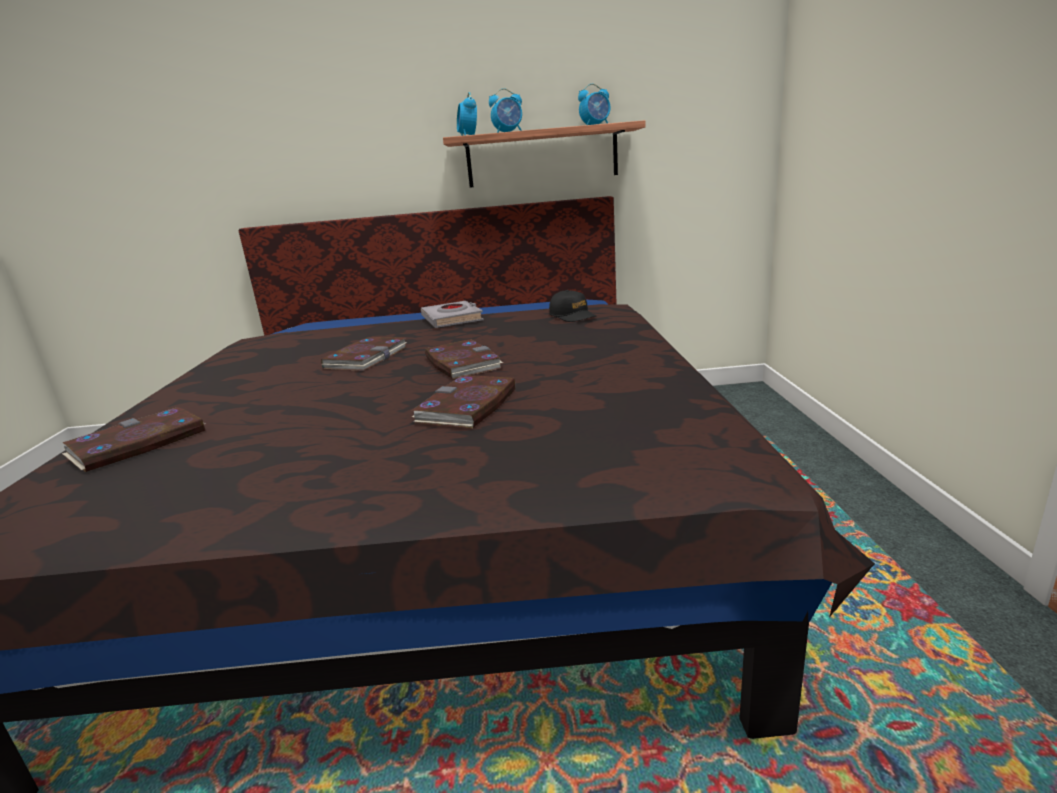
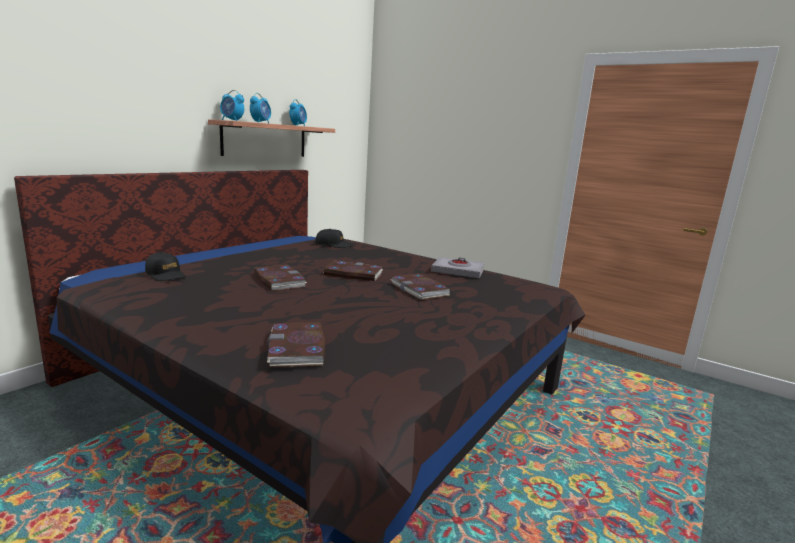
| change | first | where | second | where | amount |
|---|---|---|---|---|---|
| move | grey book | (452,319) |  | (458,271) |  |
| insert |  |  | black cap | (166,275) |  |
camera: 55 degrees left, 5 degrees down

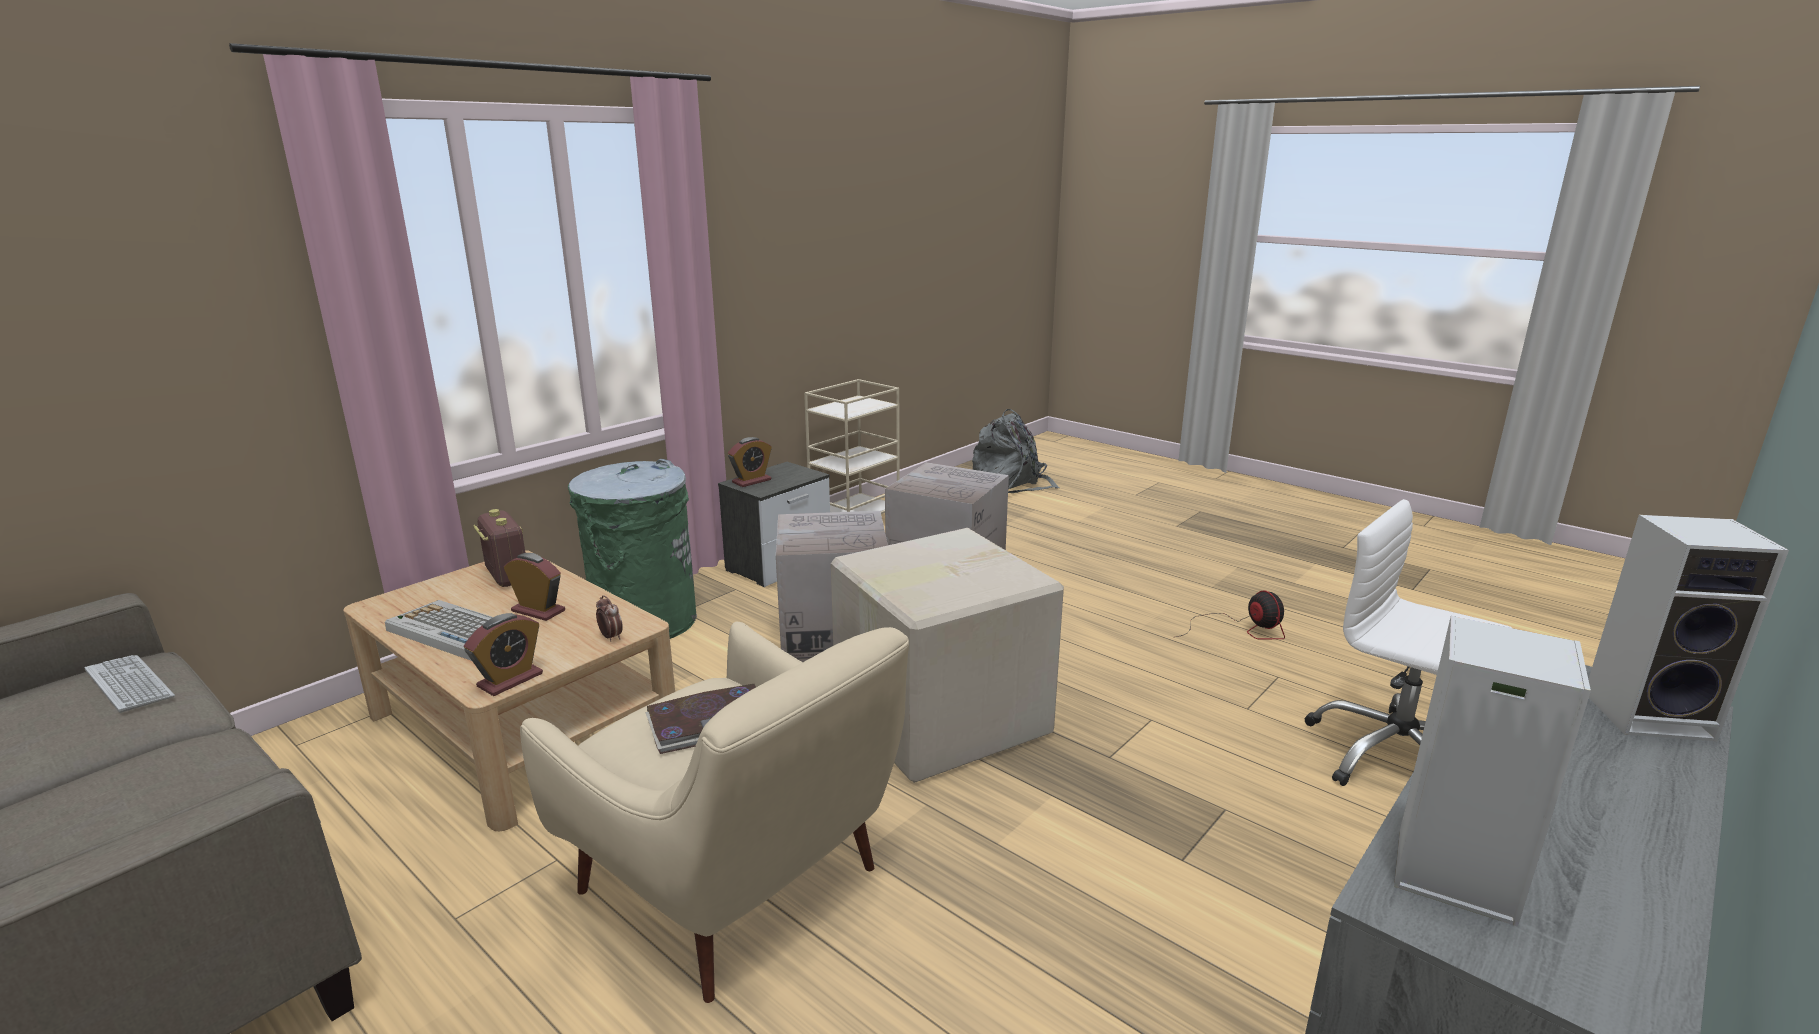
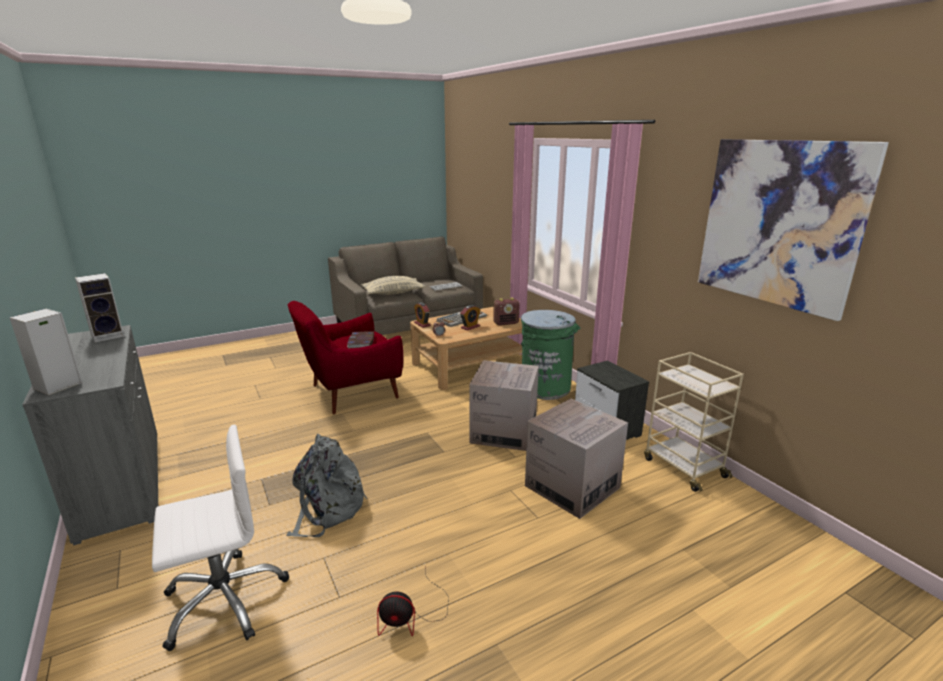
| change | first | where | second | where | amount |
|---|---|---|---|---|---|
| move | grey backpack | (1011,485) |  | (327,509) |  |
| delete | alarm clock | (751,481) |  |  |  |
| delete | cardboard box | (938,716) |  |  |  |
| recolor | beige armchair | (738,888) | red armchair | (350,393) |  |
| insert |  |  | picture | (779,223) |  |
| insert |  |  | beige pillow | (393,293) |  |
camera: 110 degrees right, 0 degrees up

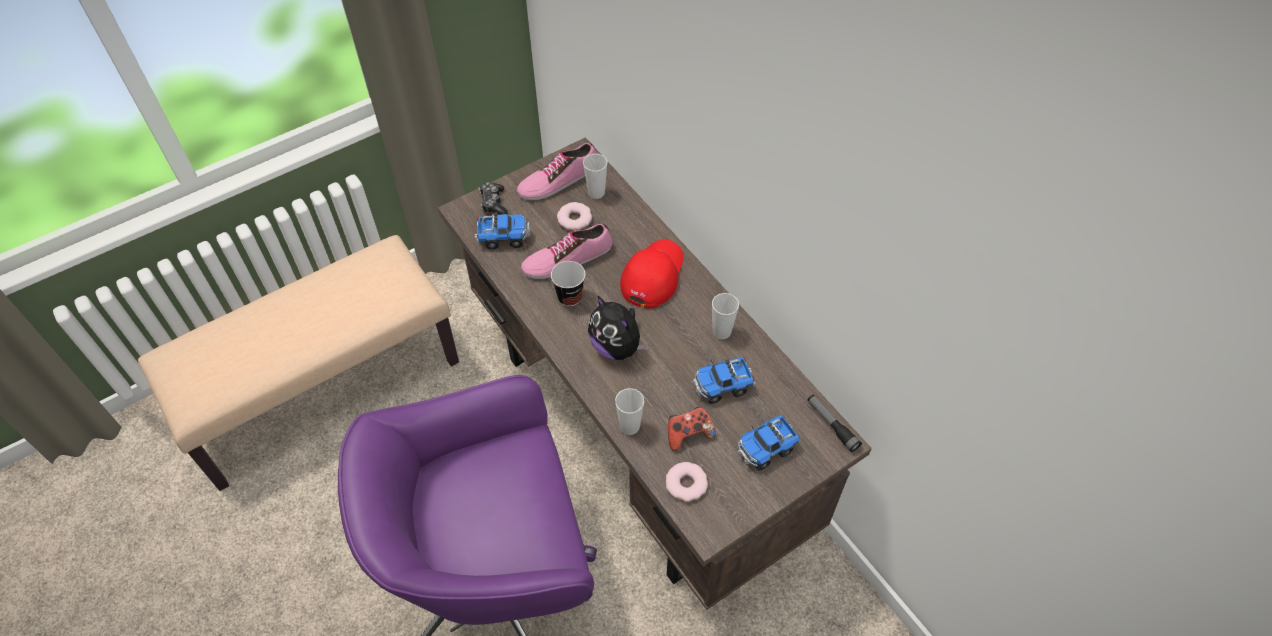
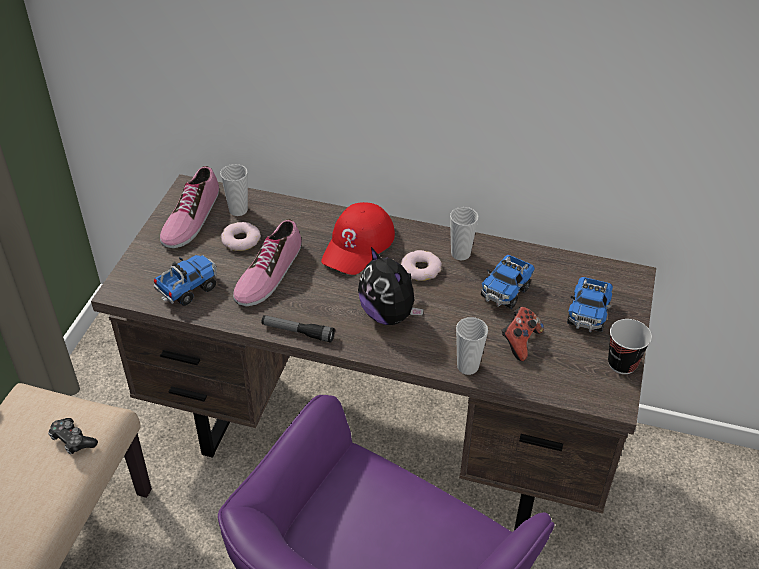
| change | first | where | second | where | amount |
|---|---|---|---|---|---|
| move | game controller | (493,203) |  | (72,440) |  |
| rotate | red cap | (652,275) |  | (358,245) | 135 degrees counterclockwise |
| move | cup | (570,297) |  | (622,363) |  |
| rotate | plush toy | (617,347) |  | (389,314) | 45 degrees clockwise |
| move | flashlight | (832,425) |  | (297,332) |  |
| move | donut | (686,484) |  | (421,269) |  |
camera: 40 degrees left, 10 degrees down

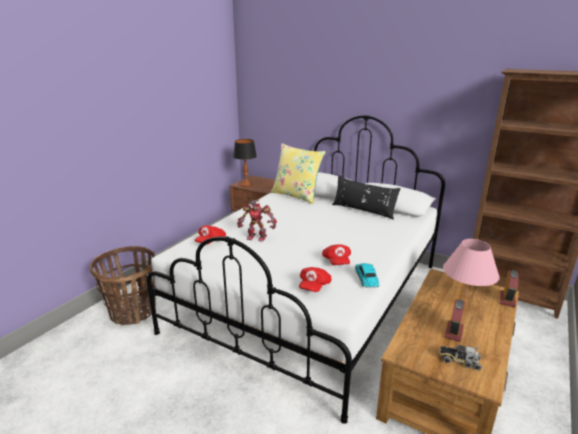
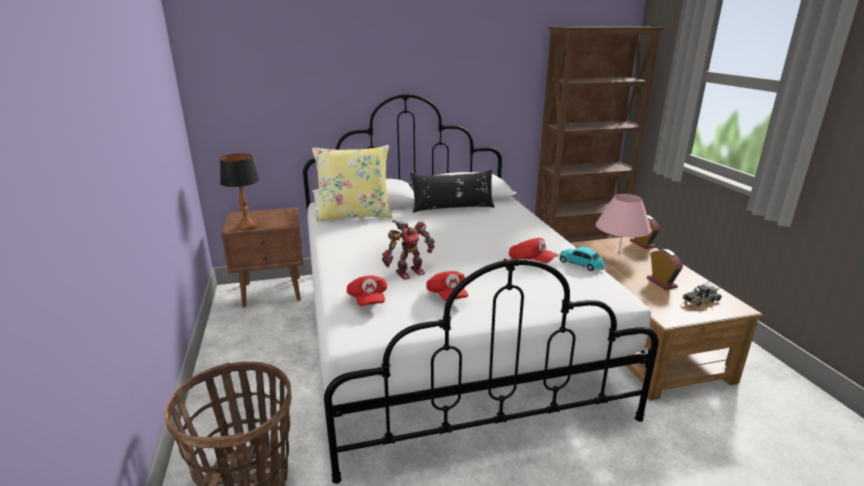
| change | first | where | second | where | amount |
|---|---|---|---|---|---|
| move | red cap | (314,286) |  | (447,296) |  |
camera: 45 degrees left, 0 degrees up

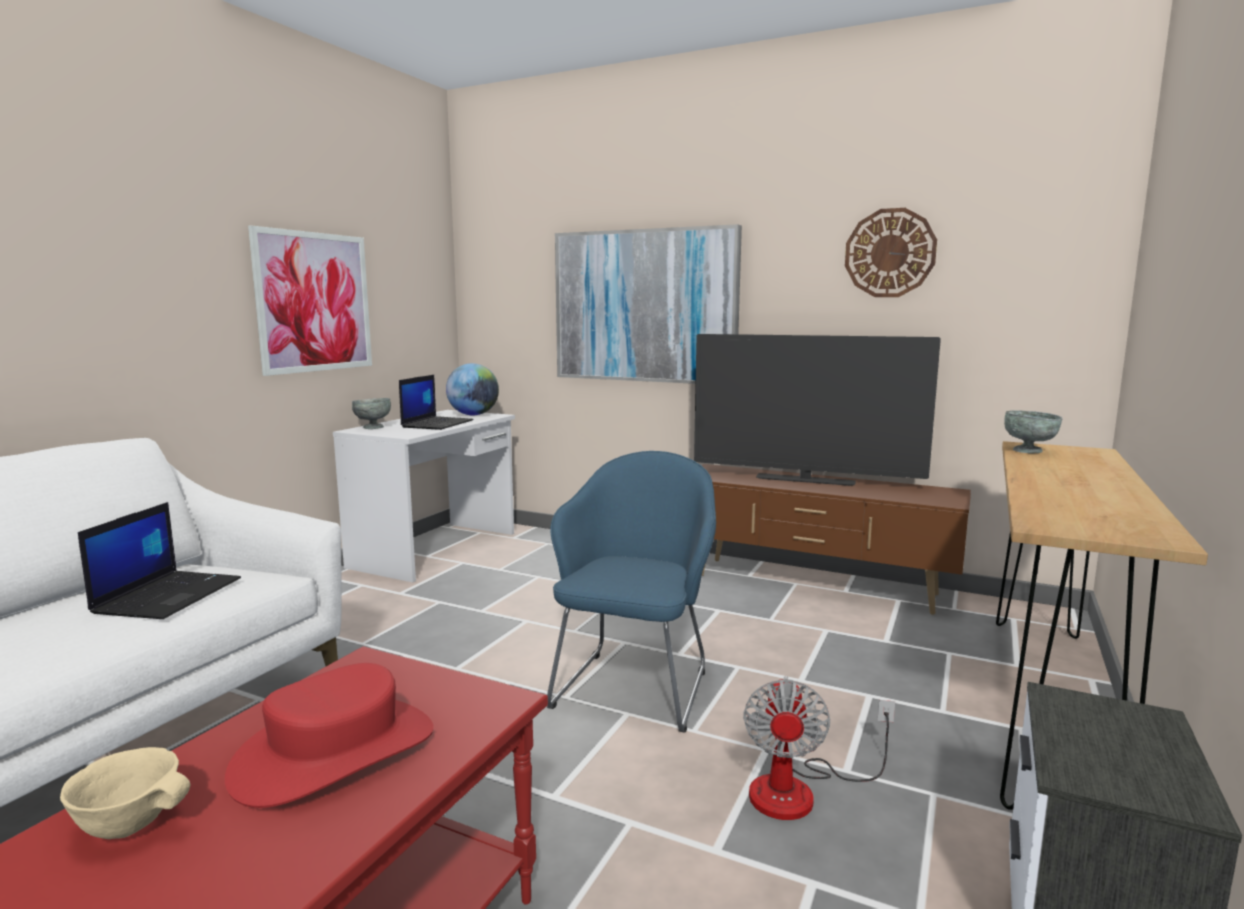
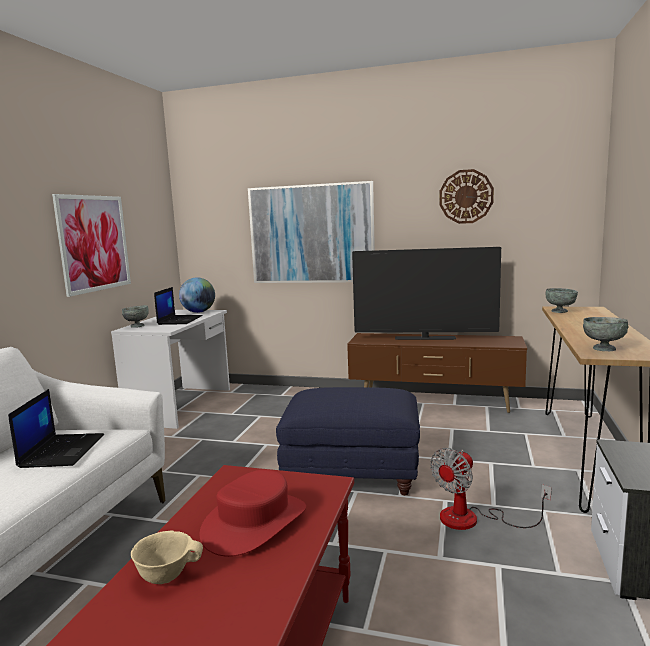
| change | first | where | second | where | amount |
|---|---|---|---|---|---|
| replace | blue armchair | (635,684) | blue ottoman | (353,474) |  |
| rotate | fan | (800,791) |  | (473,519) | 45 degrees clockwise |
| insert |  |  | grey bowl | (603,348) |  |
camera: 10 degrees left, 0 degrees up

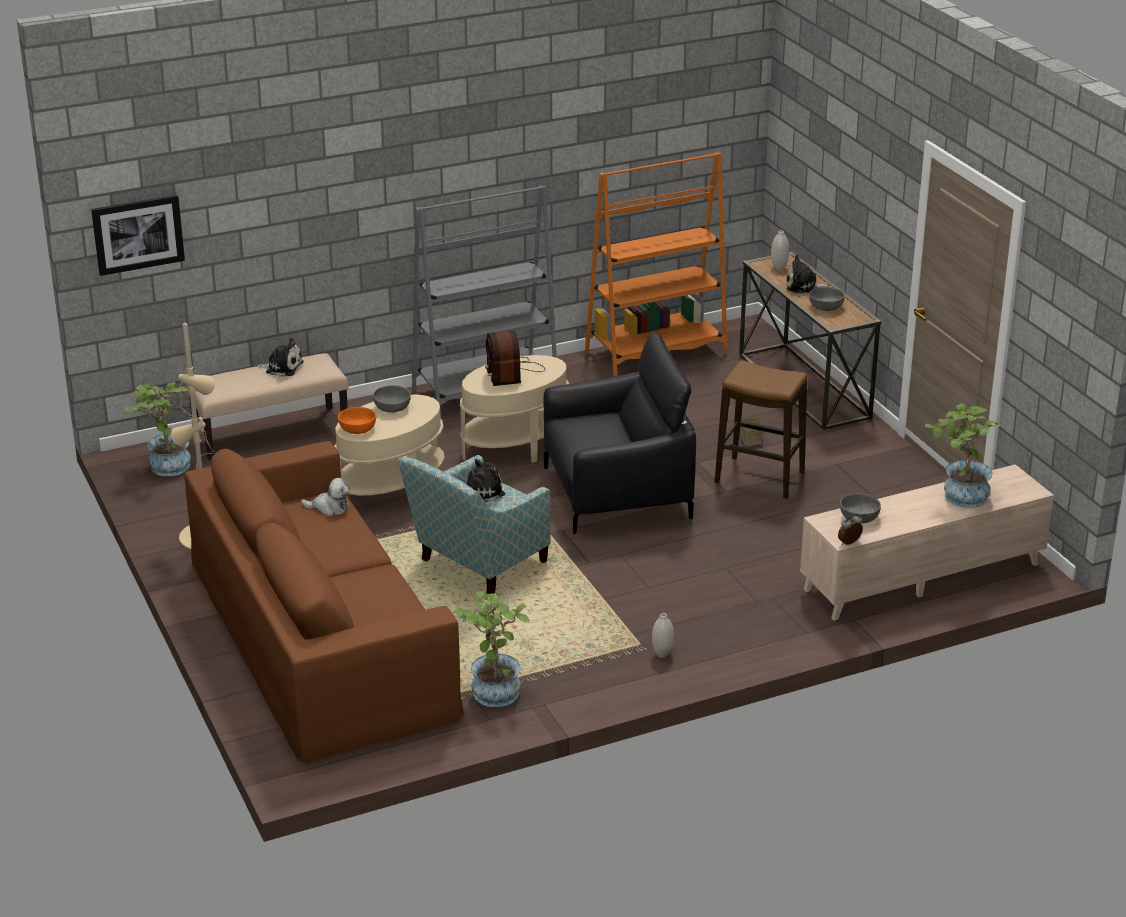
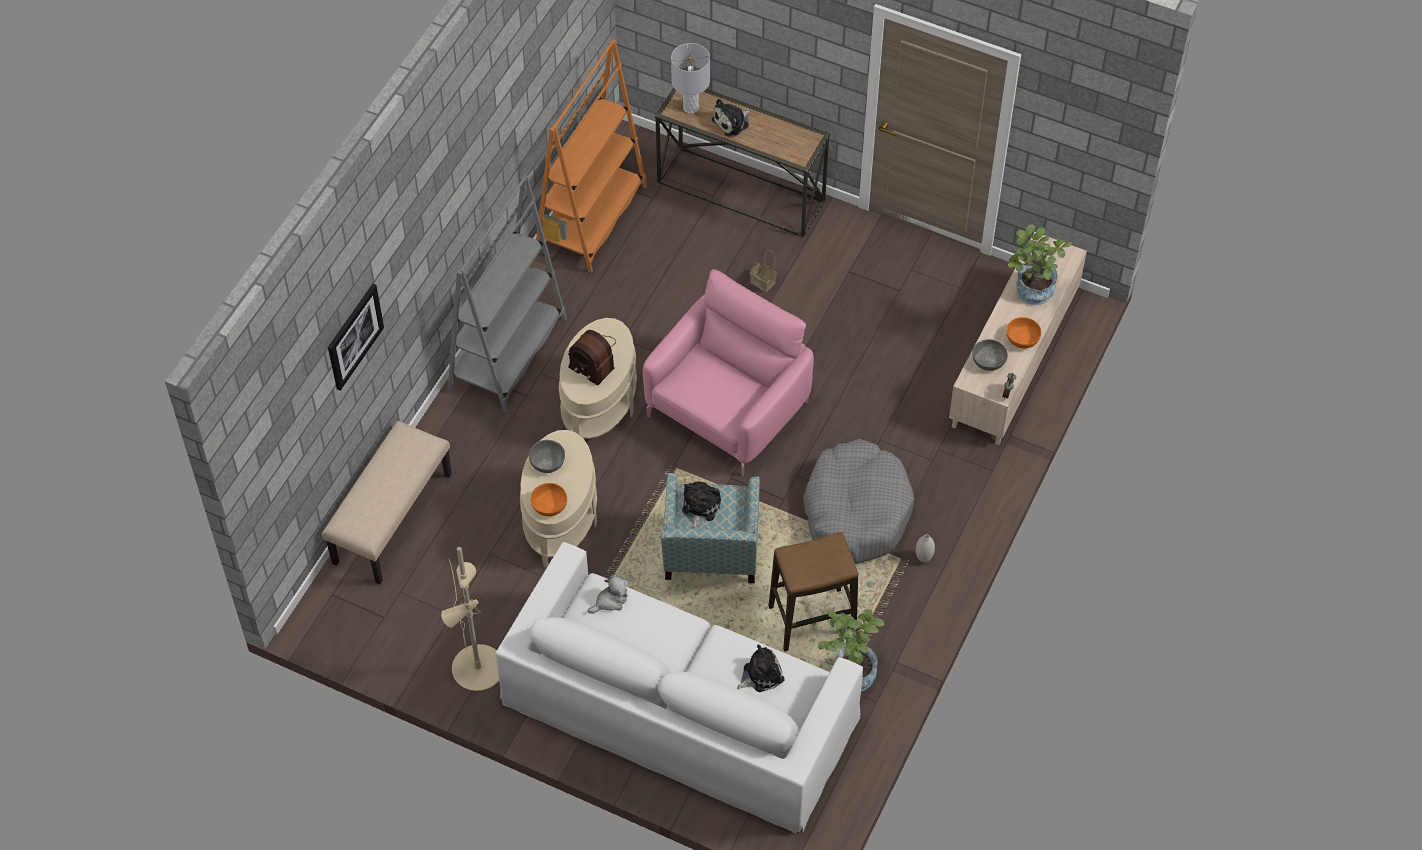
| change | first | where | second | where | amount |
|---|---|---|---|---|---|
| move | picture | (138,234) |  | (354,336) |  |
| replace | white vase | (779,268) | grey table lamp | (690,108) |  |
| delete | grey bowl | (825,306) |  |  |  |
| recolor | black armchair | (616,493) | pink armchair | (727,409) |  |
| move | plush toy | (282,367) |  | (760,674) |  |
| move | stool | (759,478) |  | (812,620) |  |
| delete | potted plant | (165,465) |  |  |  |
| recolor | brown sofa | (319,636) | white sofa | (679,709) |  |
| insert |  |  | orange bowl | (1022,339) |  |
| insert |  |  | grey dog bed | (856,511) |  |
camera: 40 degrees left, 25 degrees up

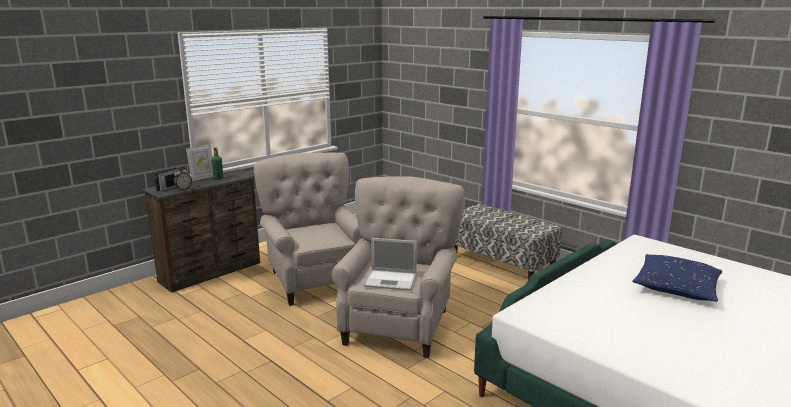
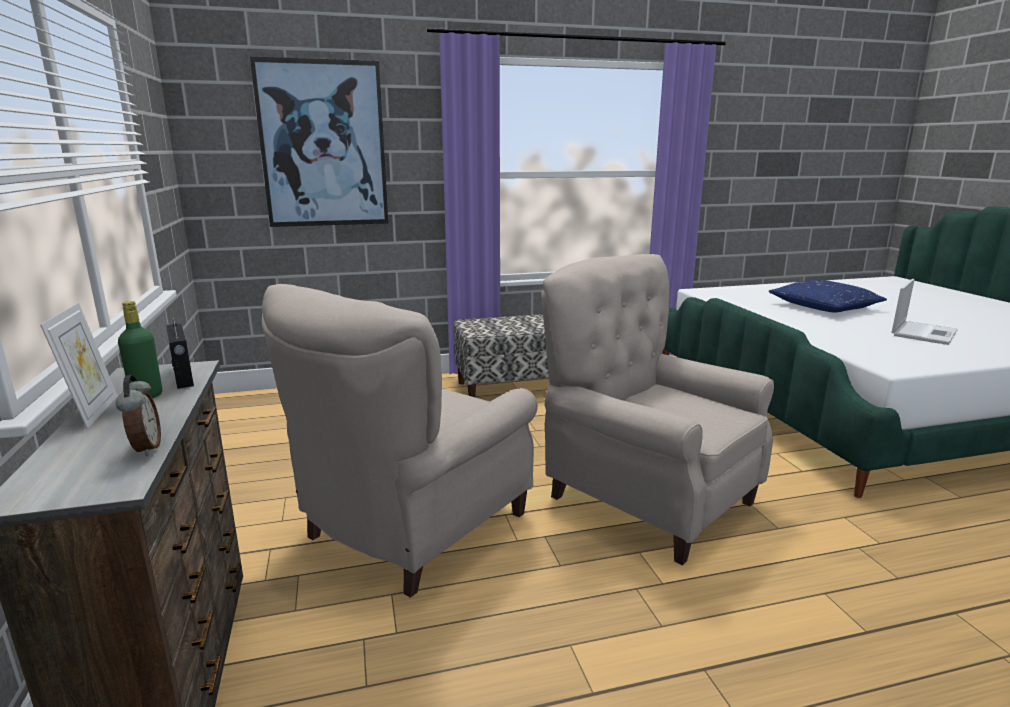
| change | first | where | second | where | amount |
|---|---|---|---|---|---|
| rotate | beige armchair | (314,279) |  | (410,529) | 60 degrees counterclockwise |
| move | radio | (168,187) |  | (183,377) |  |
| move | laptop | (392,280) |  | (923,333) |  |
| insert |  |  | picture | (323,145) |  |
camera: 60 degrees left, 0 degrees up

